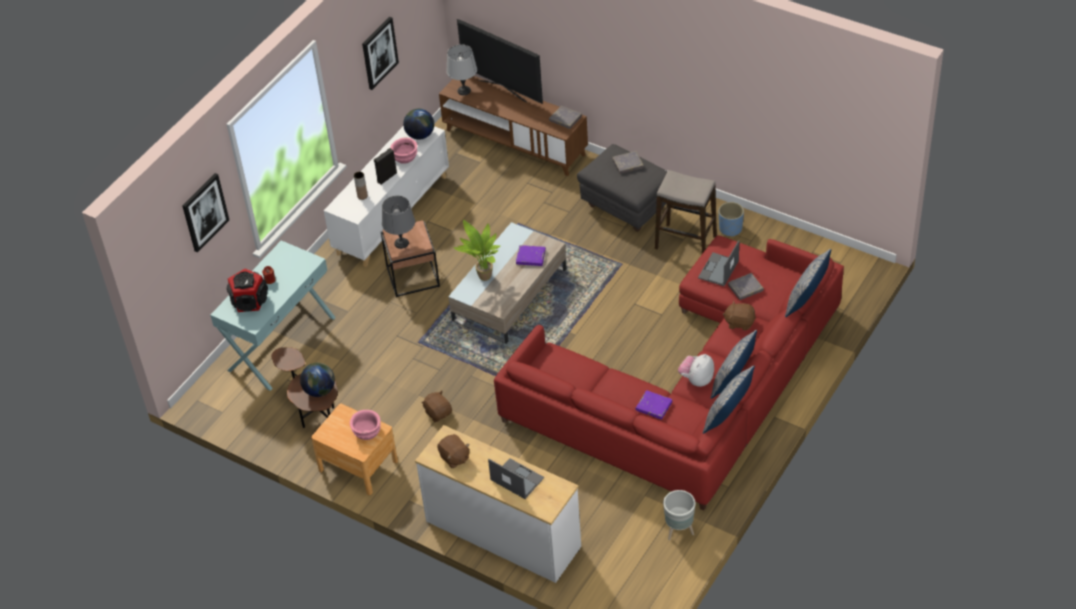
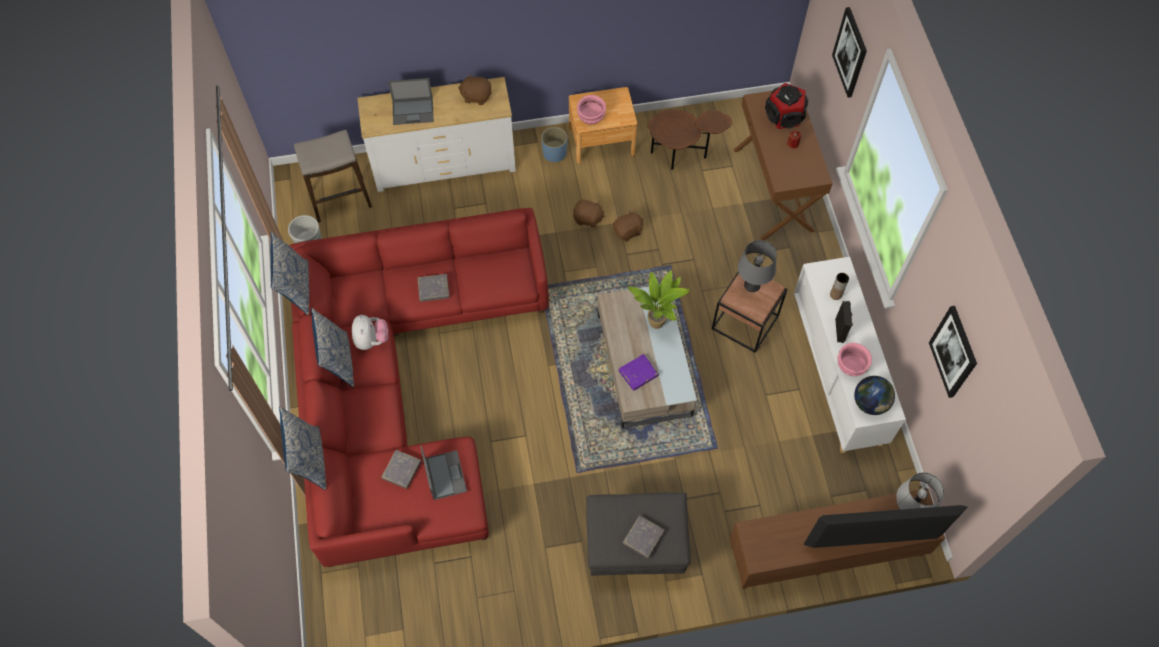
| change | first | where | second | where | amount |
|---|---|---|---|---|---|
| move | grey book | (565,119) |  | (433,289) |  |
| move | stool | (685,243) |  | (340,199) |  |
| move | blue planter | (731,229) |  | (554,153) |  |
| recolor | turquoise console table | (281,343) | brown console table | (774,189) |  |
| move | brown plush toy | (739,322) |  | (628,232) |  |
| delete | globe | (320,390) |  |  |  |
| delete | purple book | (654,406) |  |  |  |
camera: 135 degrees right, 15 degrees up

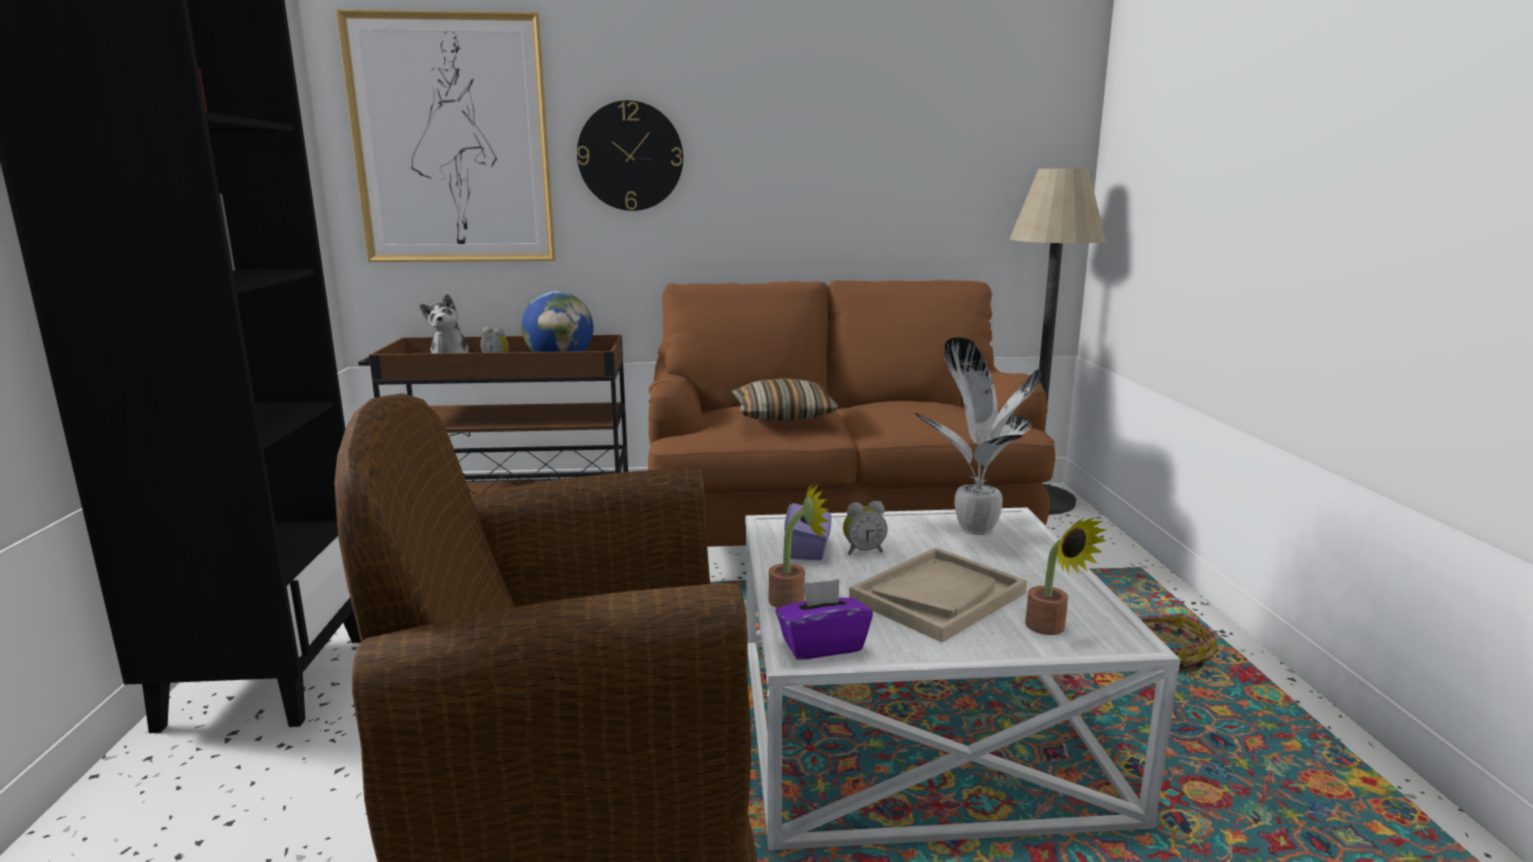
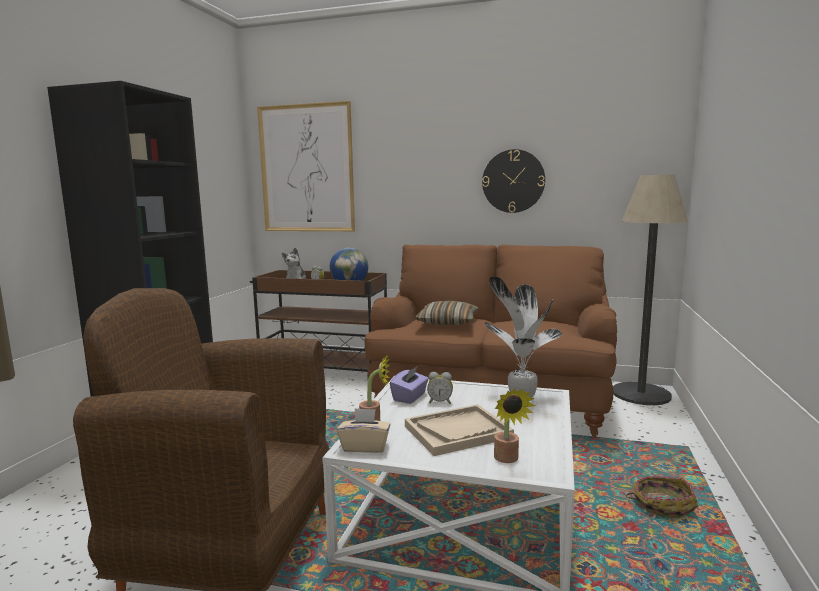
| change | first | where | second | where | amount |
|---|---|---|---|---|---|
| move | wall clock | (630,156) |  | (513,181) |  |
| recolor | purple tissue box | (822,645) | beige tissue box | (365,447) |  |
camera: 20 degrees right, 5 degrees down

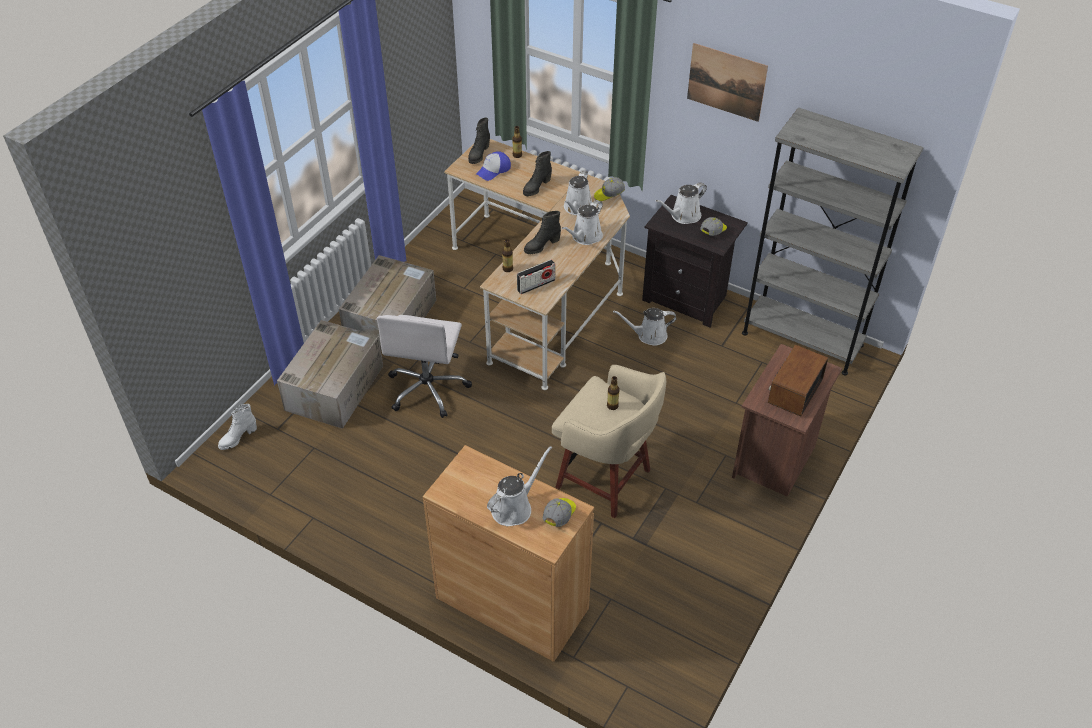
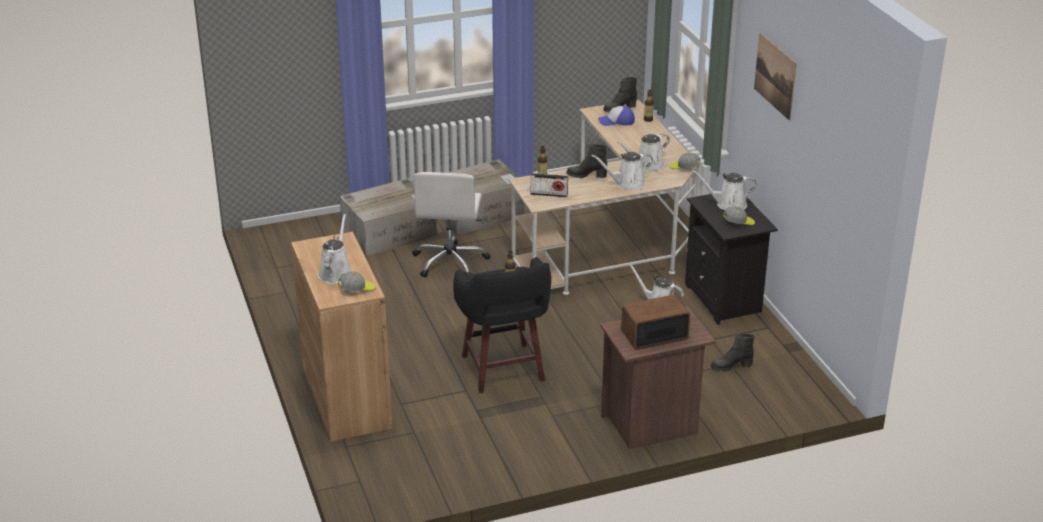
| change | first | where | second | where | amount |
|---|---|---|---|---|---|
| delete | grey bookcase | (802,339) |  |  |  |
| move | black boot | (536,187) |  | (731,366) |  |
| rotate | white office chair | (428,388) |  | (450,261) | 45 degrees counterclockwise |
| recolor | beige stool | (606,480) | black stool | (504,370) |  |
| delete | white boot | (238,438) |  |  |  |
| rotate | white watering can | (514,507) |  | (336,272) | 75 degrees counterclockwise |
camera: 40 degrees right, 15 degrees down

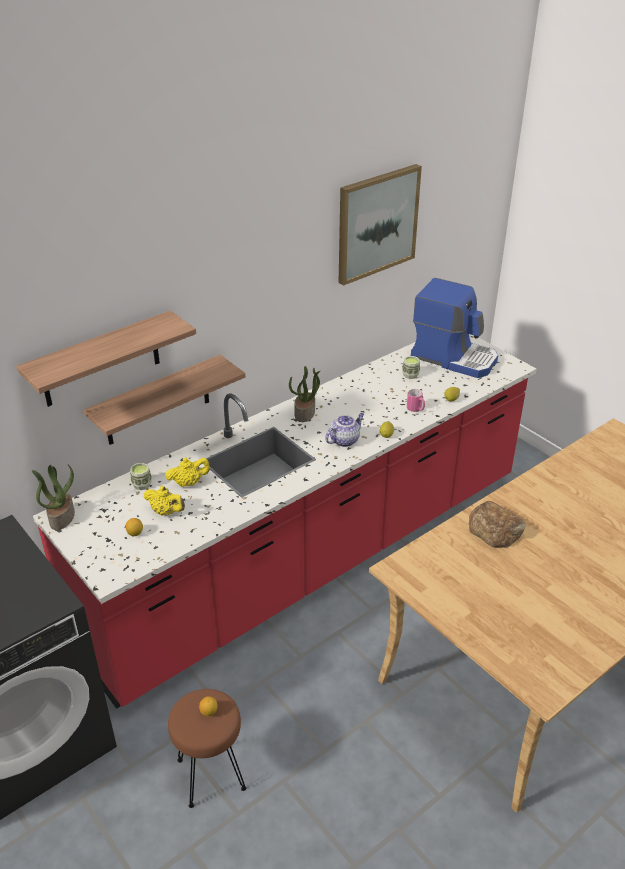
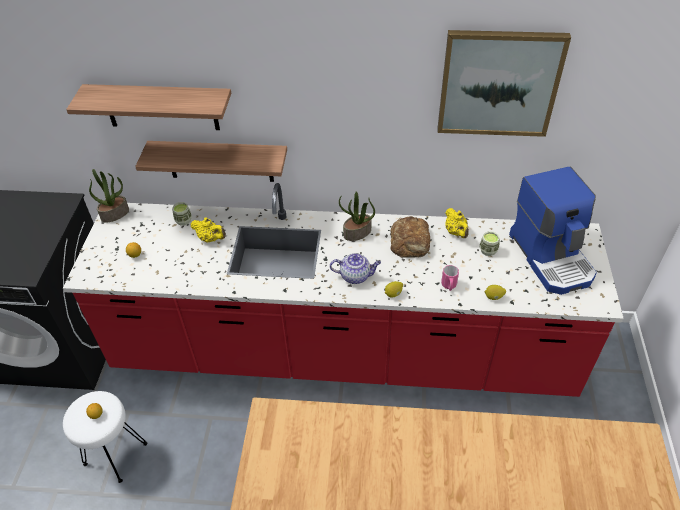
| change | first | where | second | where | amount |
|---|---|---|---|---|---|
| move | yellow teapot | (166,512) |  | (456,232) |  |
| move | bread | (495,529) |  | (410,242) |  |
| recolor | brown stool | (211,775) | white stool | (115,455) |  |
camera: 45 degrees right, 10 degrees up

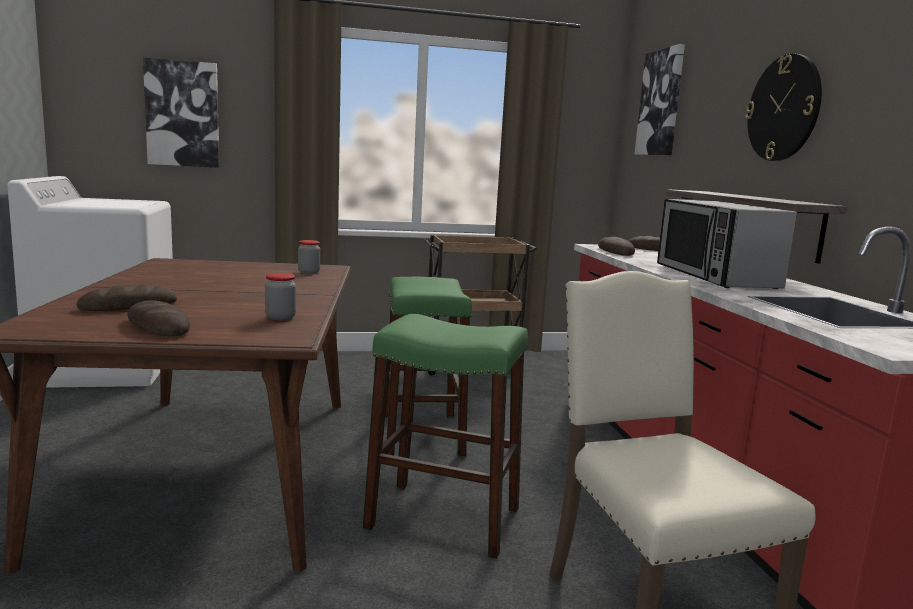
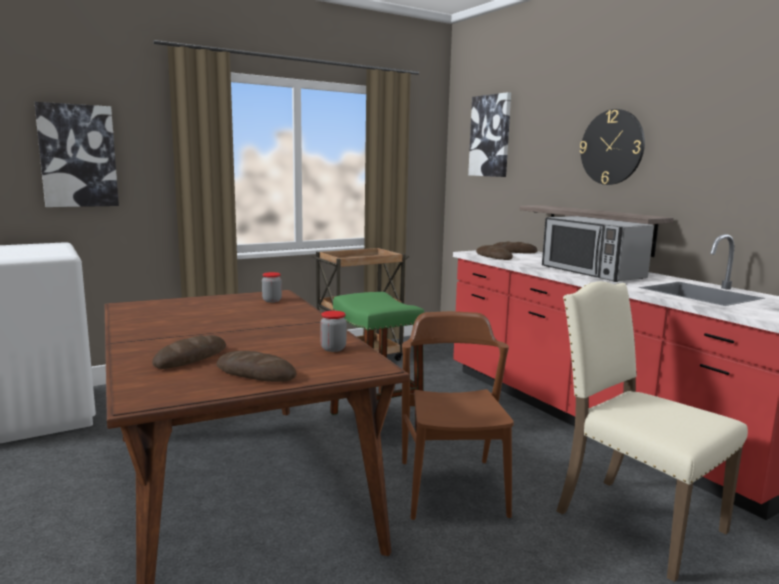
| change | first | where | second | where | amount |
|---|---|---|---|---|---|
| replace | green stool | (444,518) | brown chair | (452,487) |  |
camera: 20 degrees left, 0 degrees up

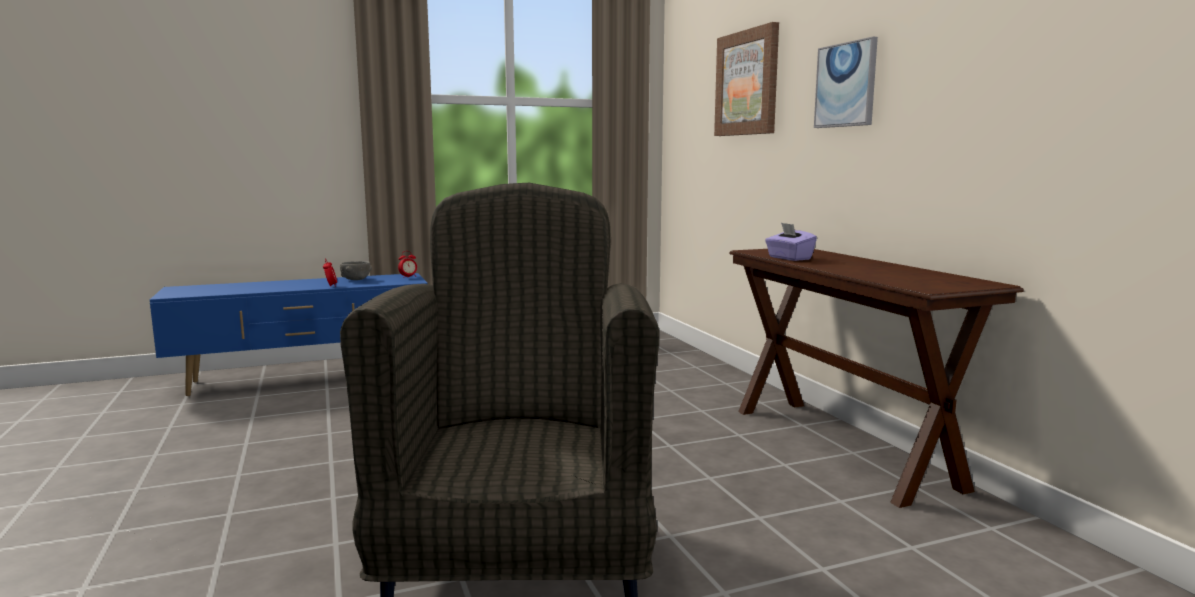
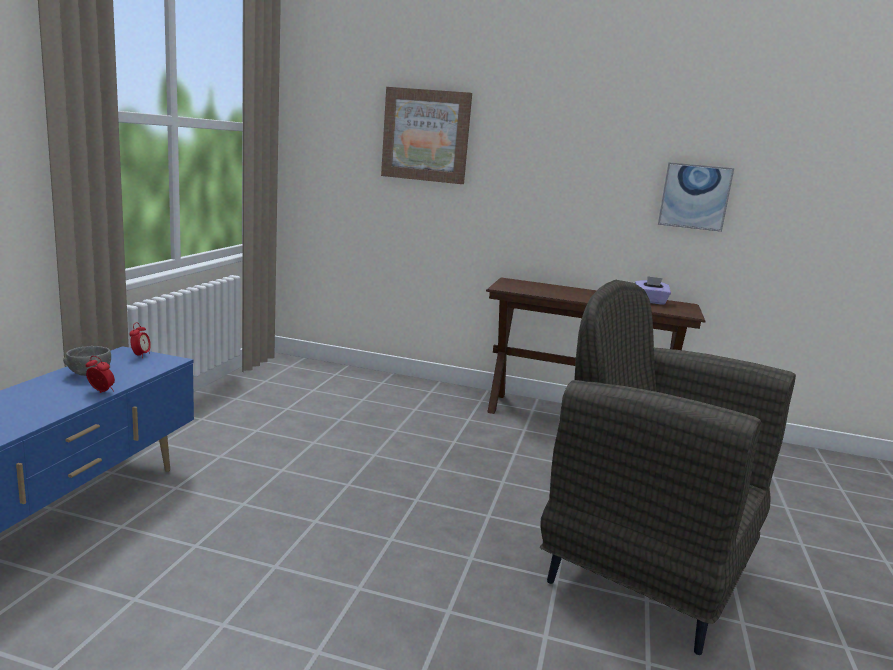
| change | first | where | second | where | amount |
|---|---|---|---|---|---|
| move | picture | (846,85) |  | (694,196) |  |
| move | purple tissue box | (789,258) |  | (650,302) |  |
camera: 55 degrees left, 5 degrees up

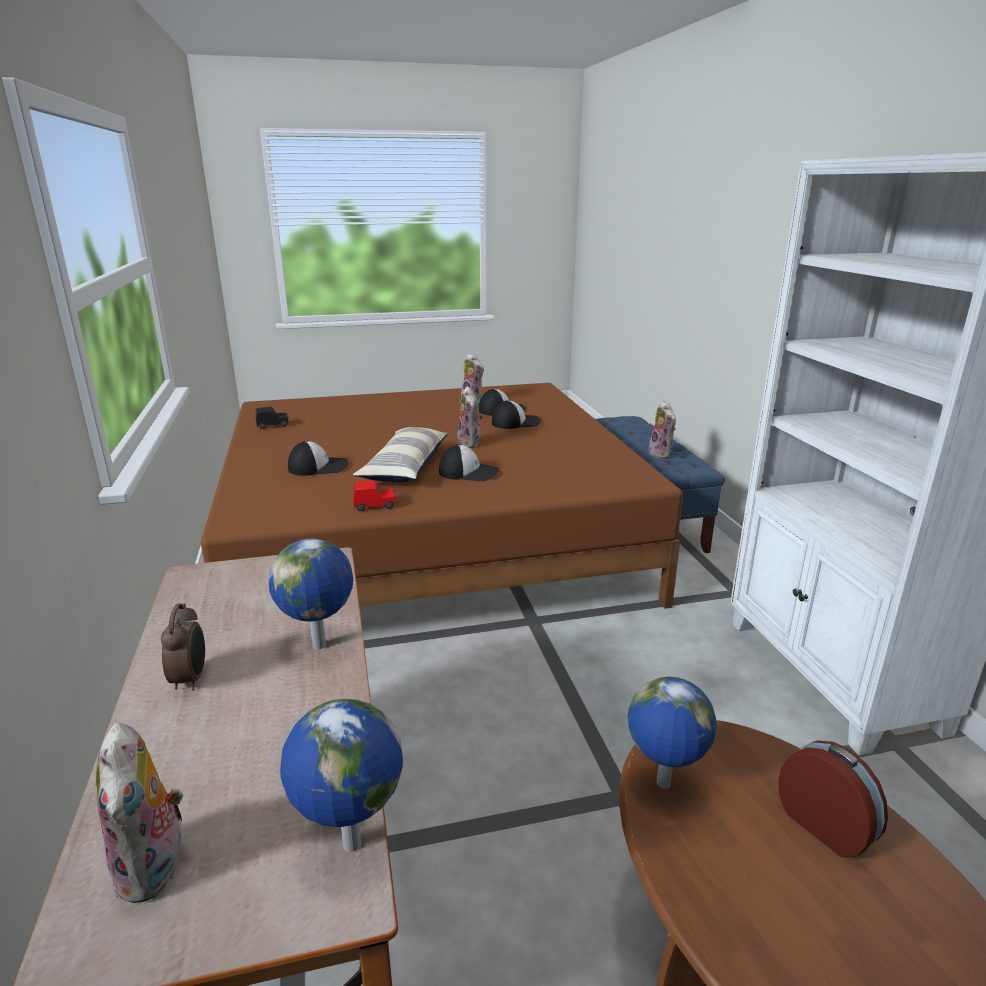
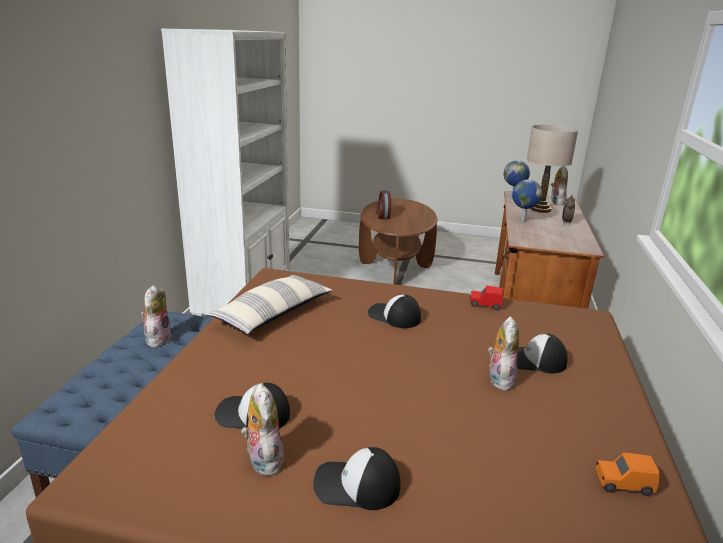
| change | first | where | second | where | amount |
|---|---|---|---|---|---|
| move | plush toy | (470,444) |  | (499,379) |  |
| move | cap | (516,422) |  | (356,485) |  |
| recolor | black toy car | (273,425) | orange toy car | (623,484) |  |
| move | pillow | (405,467) |  | (273,314) |  |
| delete | globe | (663,784) |  |  |  |
| insert |  |  | beige table lamp | (540,209) |  |
camera: 155 degrees left, 0 degrees up

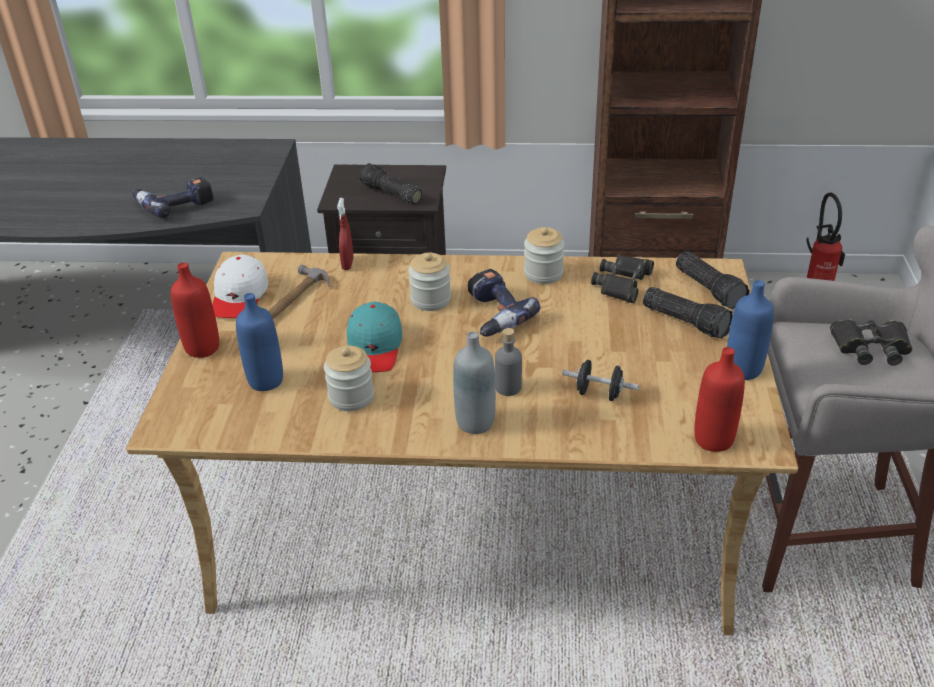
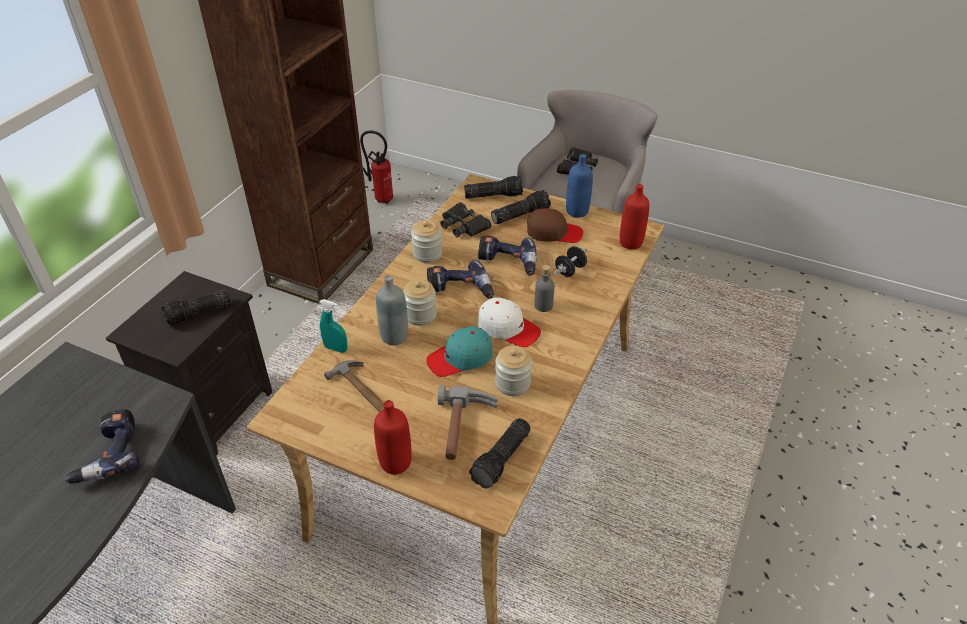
| change | first | where | second | where | amount |
|---|---|---|---|---|---|
| recolor | red spray bottle | (347,264) | turquoise spray bottle | (336,348) |  |
| move | white cap | (240,297) |  | (508,328) |  |
| replace | blue bottle | (266,380) | hammer | (465,428) |  |
| rotate | turquoise cap | (374,347) |  | (460,358) | 135 degrees clockwise |
| move | grey bottle | (475,422) |  | (394,337) |  |
| insert |  |  | brown cap | (553,233) |  |
| insert |  |  | power drill | (507,263) |  |
| insert |  |  | flashlight | (502,460) |  |
camera: 70 degrees left, 5 degrees up

